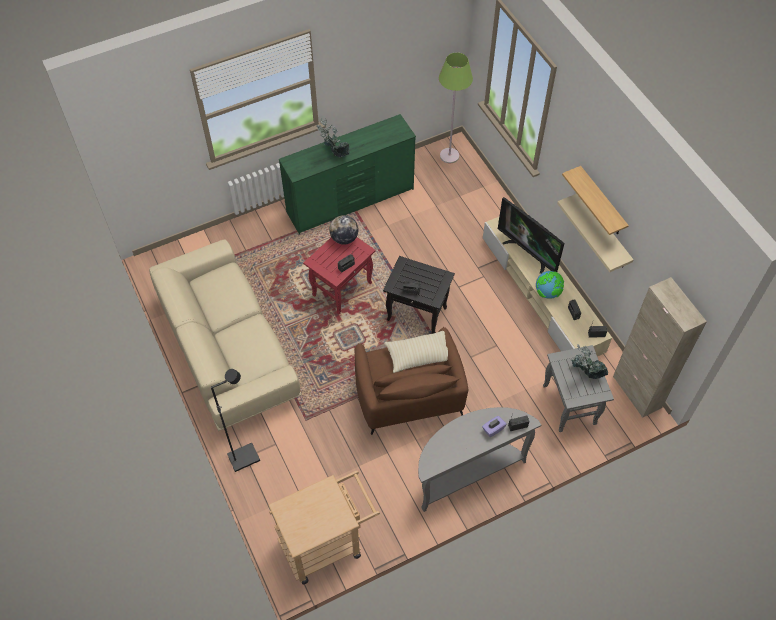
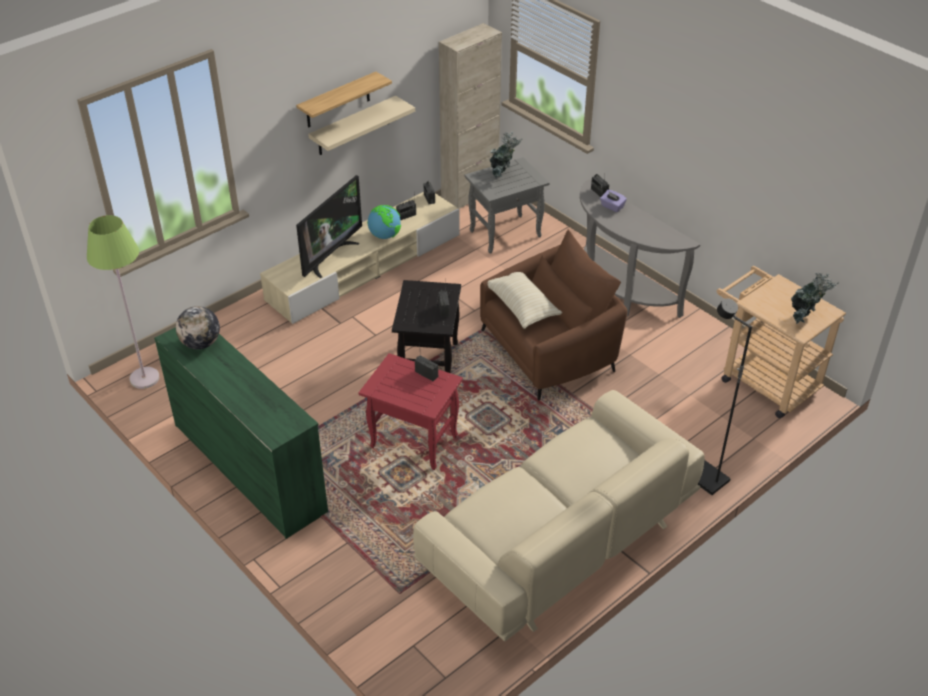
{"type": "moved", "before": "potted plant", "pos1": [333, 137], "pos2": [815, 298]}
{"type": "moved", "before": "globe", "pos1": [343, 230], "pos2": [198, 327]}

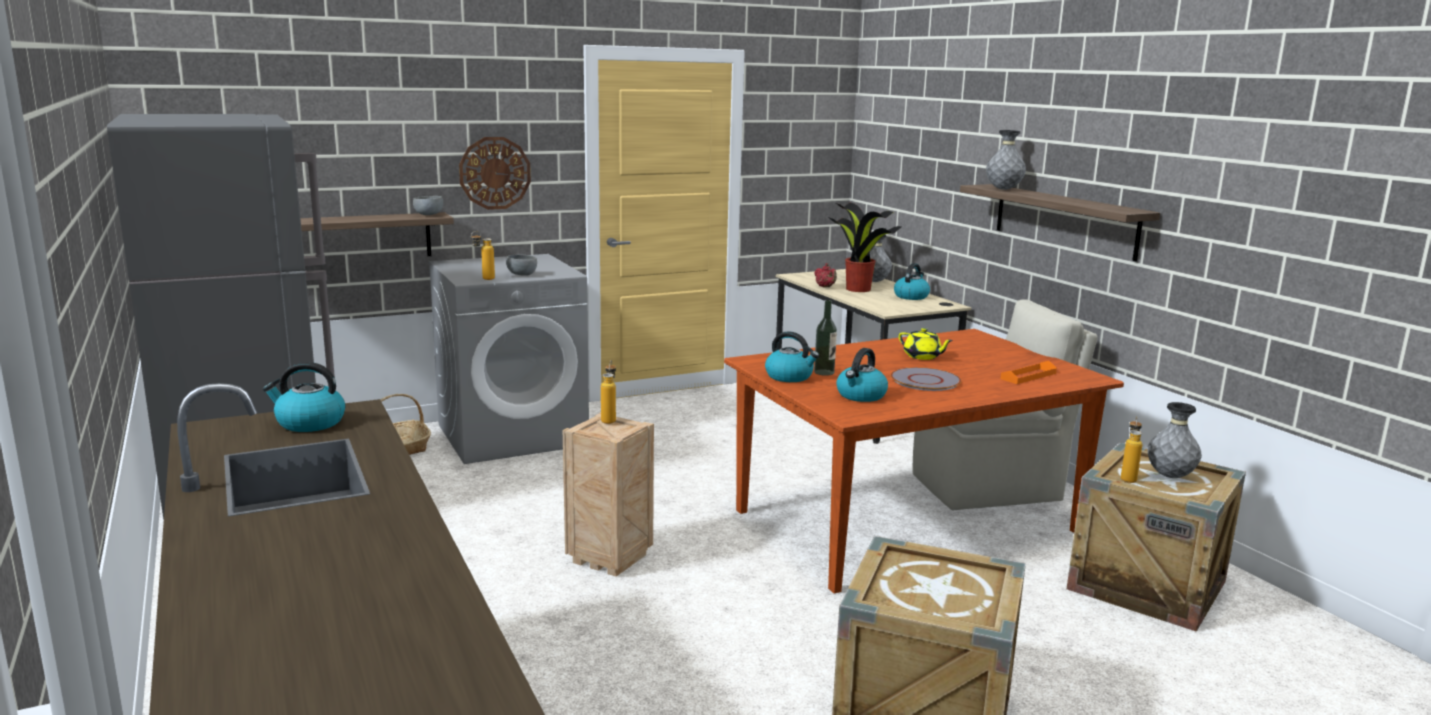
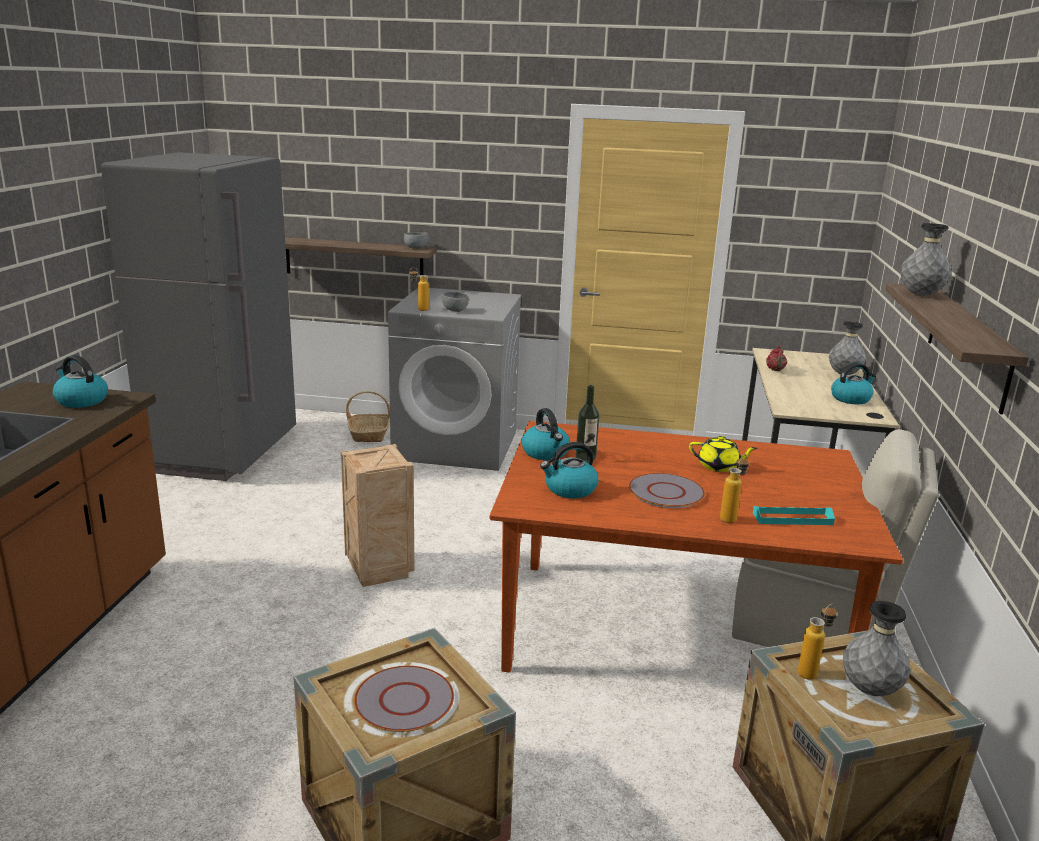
{"type": "removed", "before": "wall clock", "pos1": [495, 173]}
{"type": "removed", "before": "potted plant", "pos1": [864, 247]}
{"type": "turned", "before": "yellow teapot", "pos1": [925, 344], "pos2": [723, 454], "turn": -60}
{"type": "moved", "before": "bottle", "pos1": [608, 392], "pos2": [734, 488]}
{"type": "recoloured", "before": "orange tray", "after": "turquoise tray", "pos1": [1028, 372], "pos2": [794, 515]}
{"type": "added", "after": "grey plate", "pos2": [404, 699]}

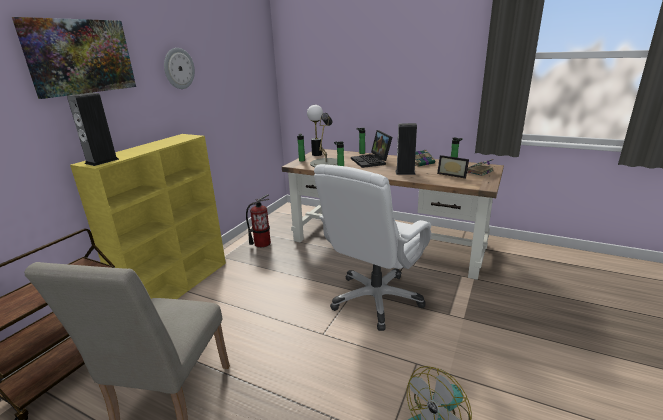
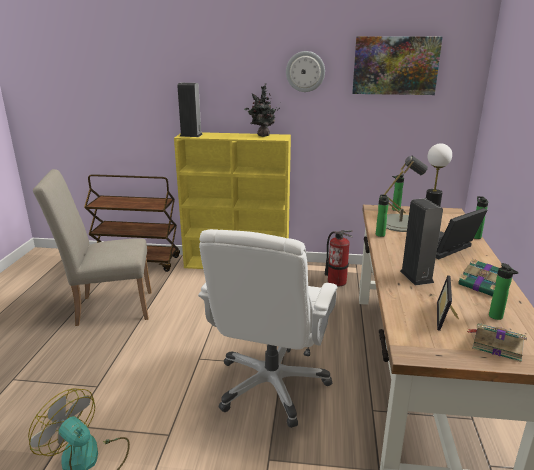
{"type": "moved", "before": "picture", "pos1": [74, 58], "pos2": [397, 65]}
{"type": "turned", "before": "white office chair", "pos1": [372, 247], "pos2": [267, 328], "turn": -90}
{"type": "added", "after": "potted plant", "pos2": [262, 110]}

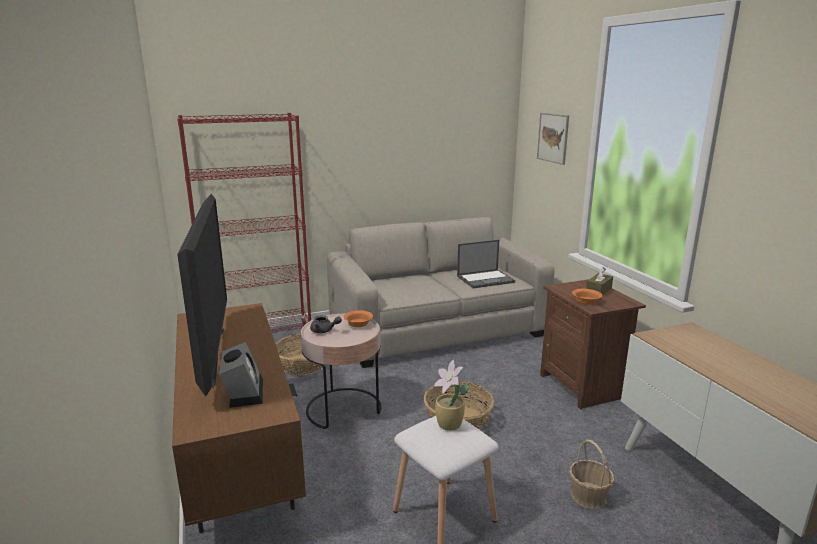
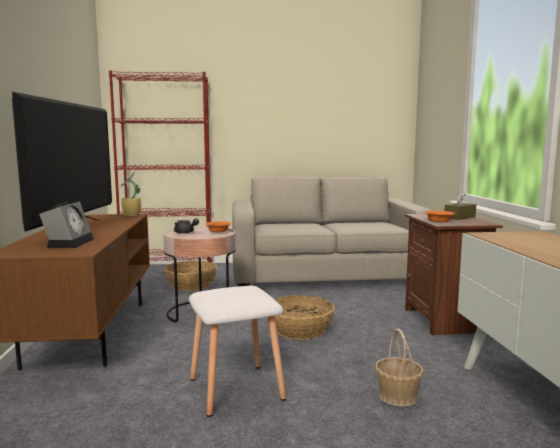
{"type": "removed", "before": "picture", "pos1": [553, 138]}
{"type": "removed", "before": "laptop", "pos1": [486, 264]}
{"type": "moved", "before": "potted plant", "pos1": [451, 395], "pos2": [130, 194]}

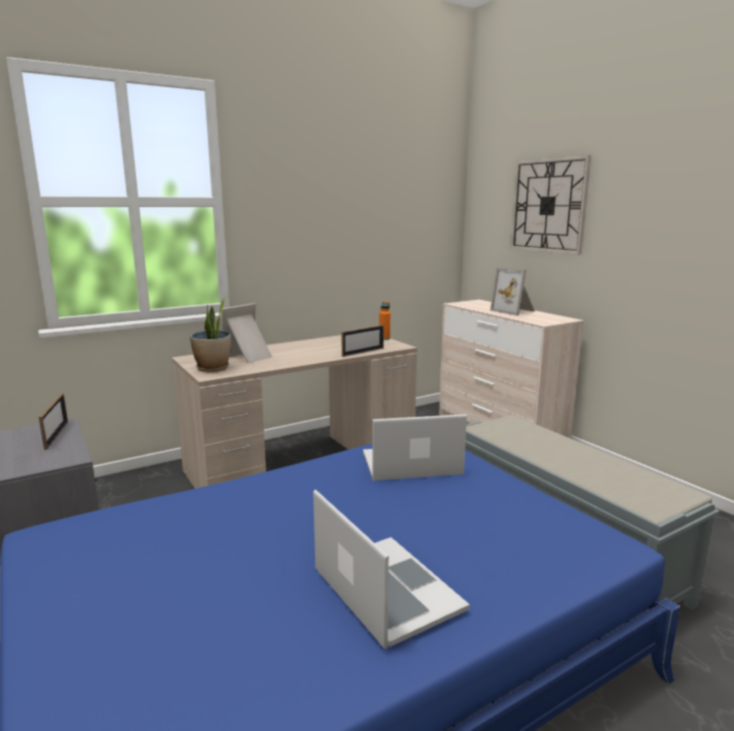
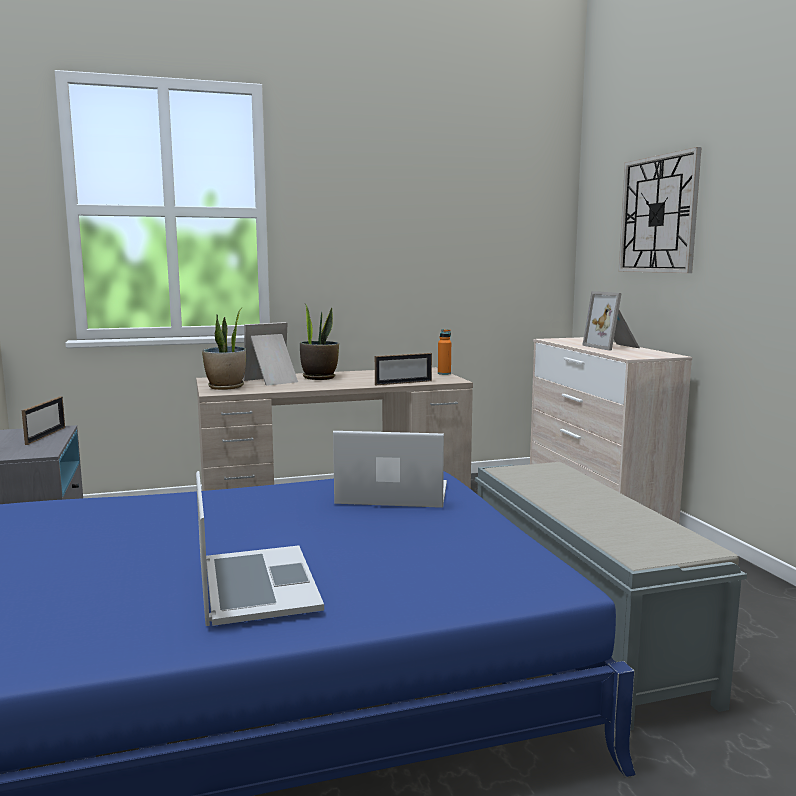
{"type": "added", "after": "potted plant", "pos2": [319, 342]}

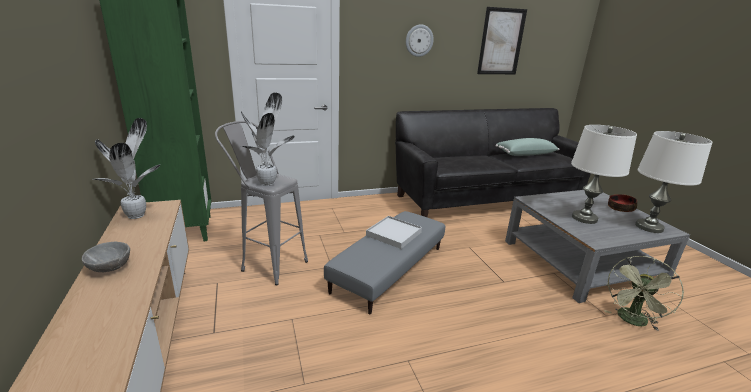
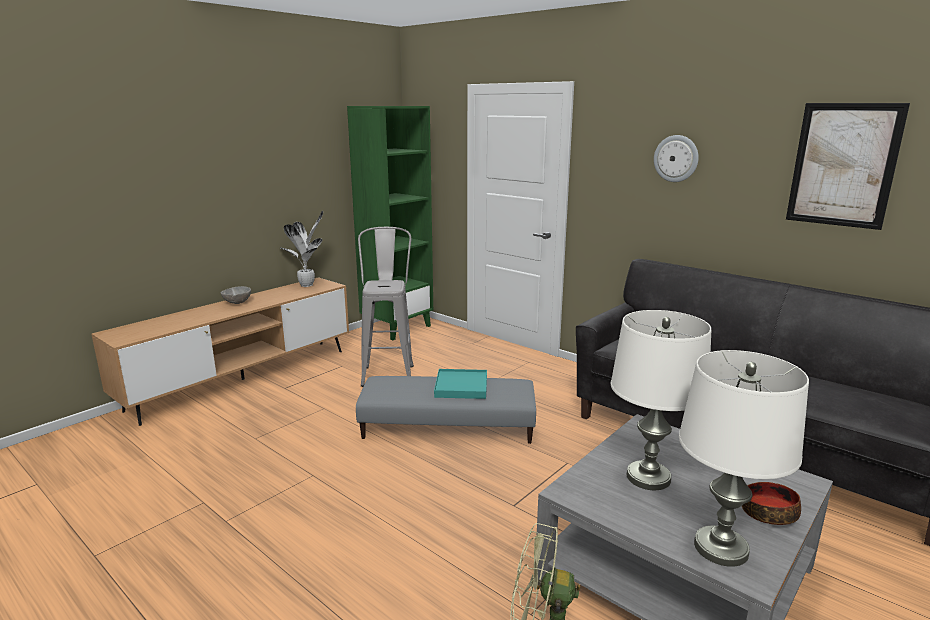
{"type": "removed", "before": "potted plant", "pos1": [267, 139]}
{"type": "removed", "before": "green pillow", "pos1": [527, 147]}
{"type": "recoloured", "before": "white tray", "after": "turquoise tray", "pos1": [394, 232], "pos2": [460, 384]}

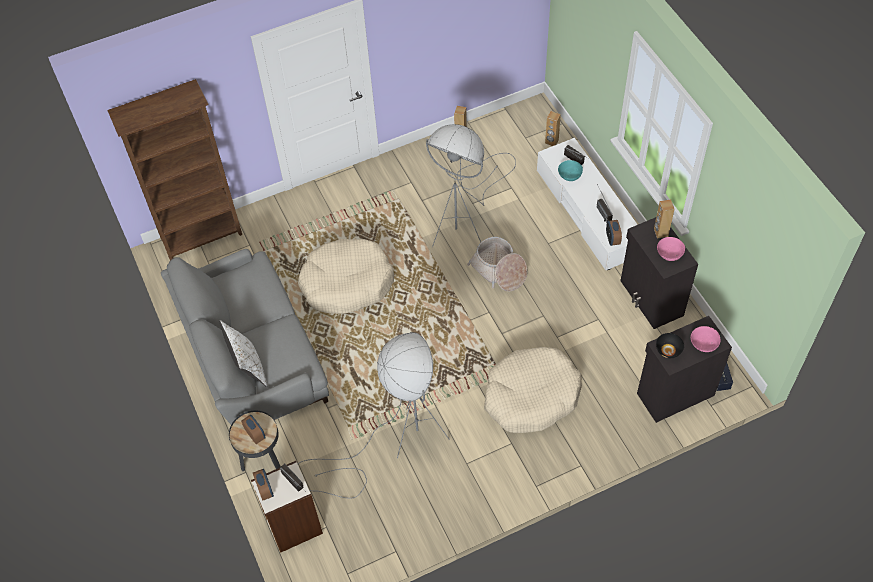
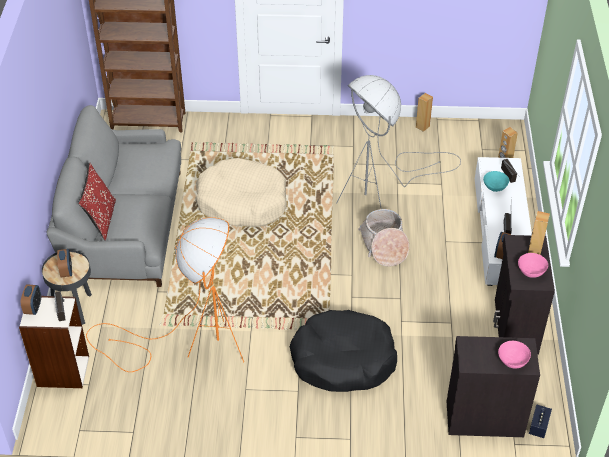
{"type": "recoloured", "before": "white pillow", "after": "red pillow", "pos1": [243, 353], "pos2": [97, 201]}
{"type": "recoloured", "before": "grey floor lamp", "after": "orange floor lamp", "pos1": [374, 415], "pos2": [165, 294]}
{"type": "removed", "before": "black bowl", "pos1": [670, 345]}
{"type": "recoloured", "before": "beige dog bed", "after": "black dog bed", "pos1": [533, 390], "pos2": [343, 351]}

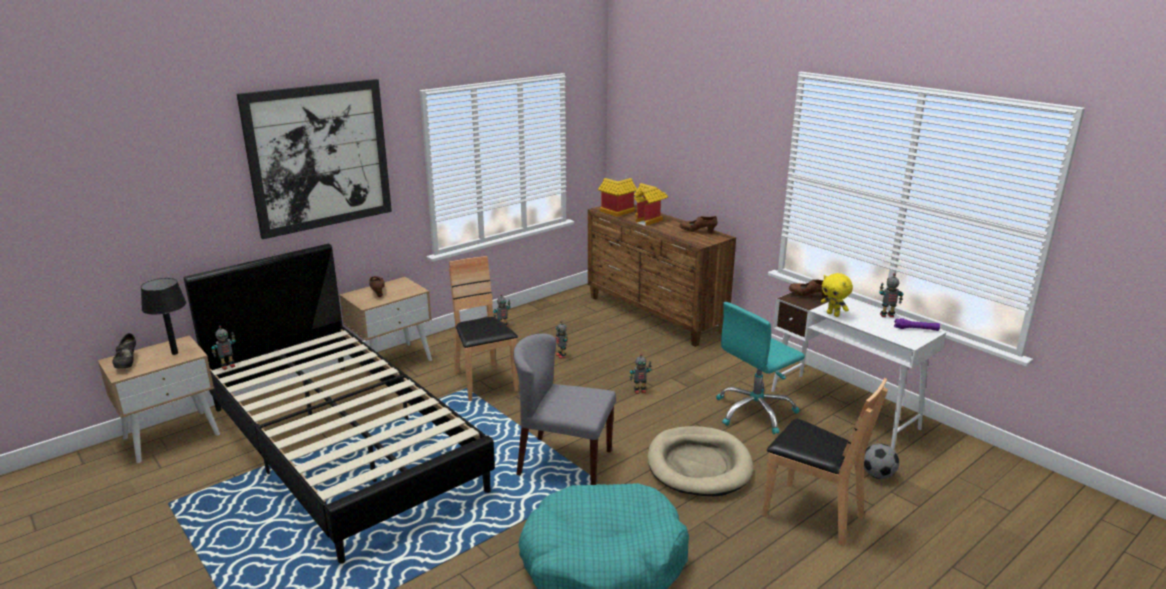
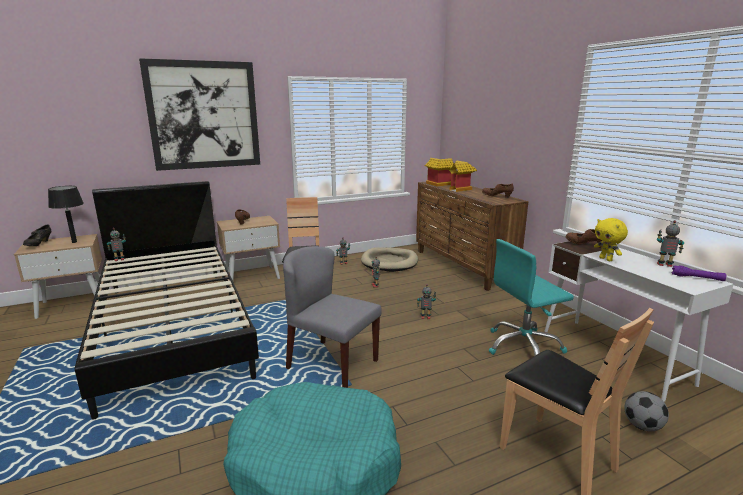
{"type": "moved", "before": "beige dog bed", "pos1": [700, 461], "pos2": [389, 259]}

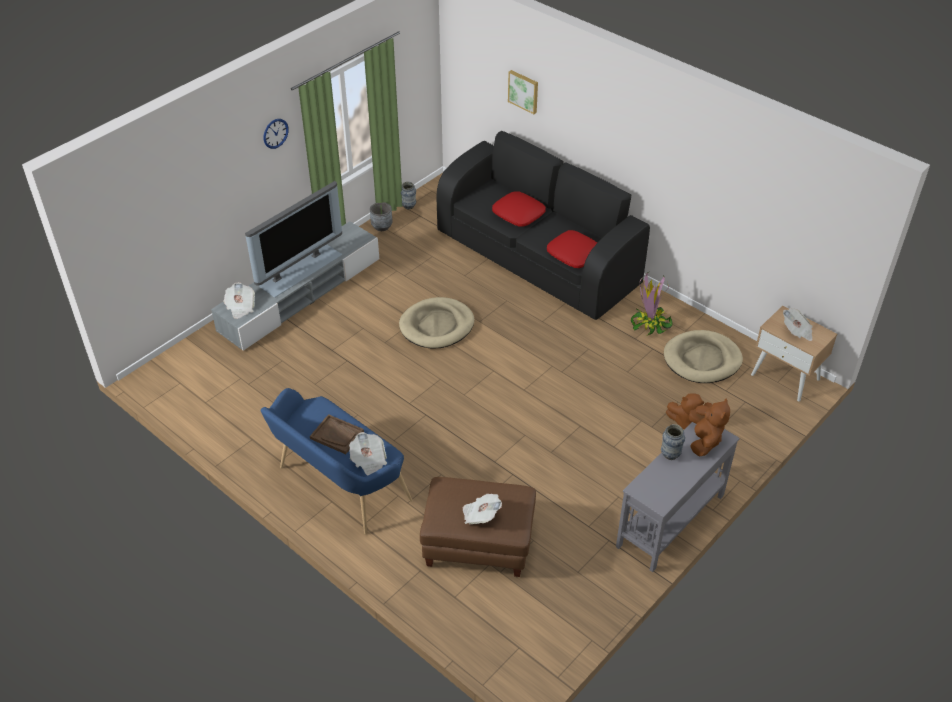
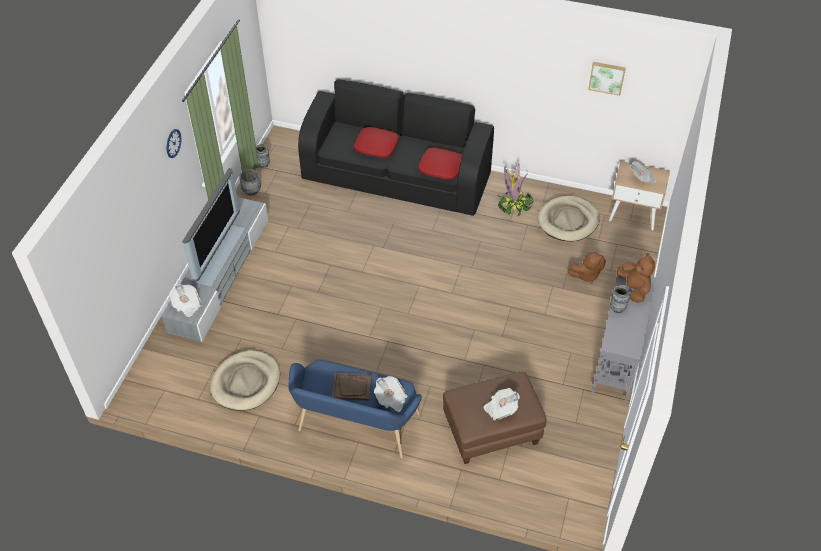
{"type": "moved", "before": "picture", "pos1": [523, 92], "pos2": [607, 79]}
{"type": "moved", "before": "beige dog bed", "pos1": [437, 322], "pos2": [245, 380]}

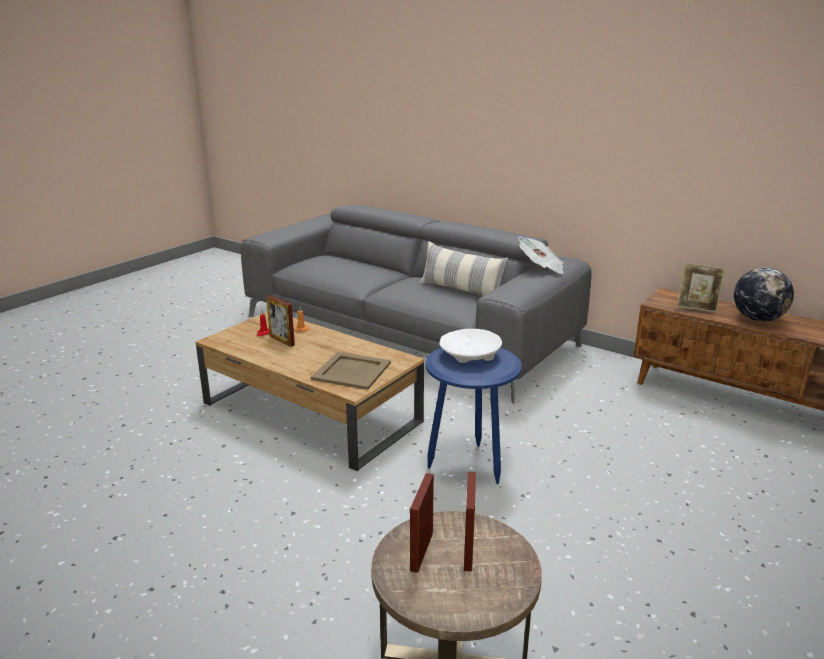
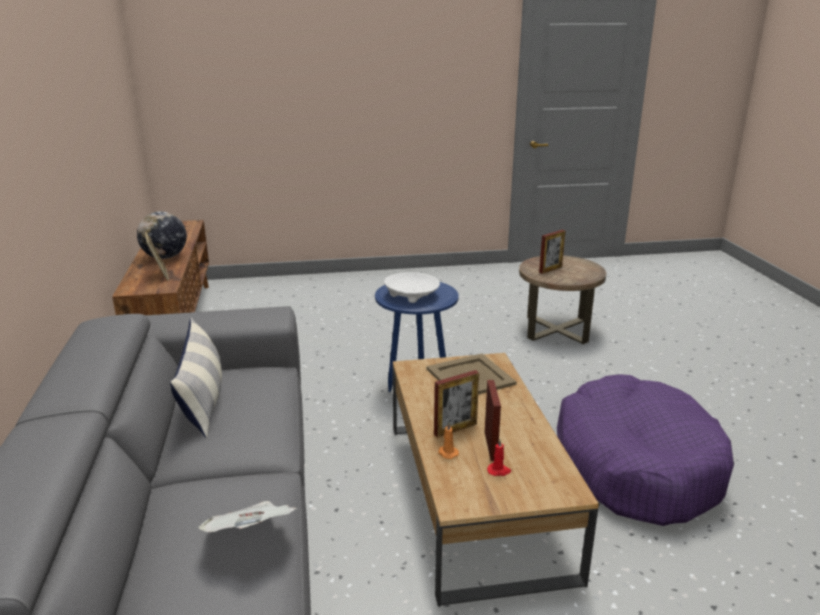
{"type": "moved", "before": "newspaper", "pos1": [541, 255], "pos2": [247, 516]}
{"type": "moved", "before": "picture frame", "pos1": [422, 523], "pos2": [456, 403]}
{"type": "added", "after": "purple dog bed", "pos2": [645, 450]}

